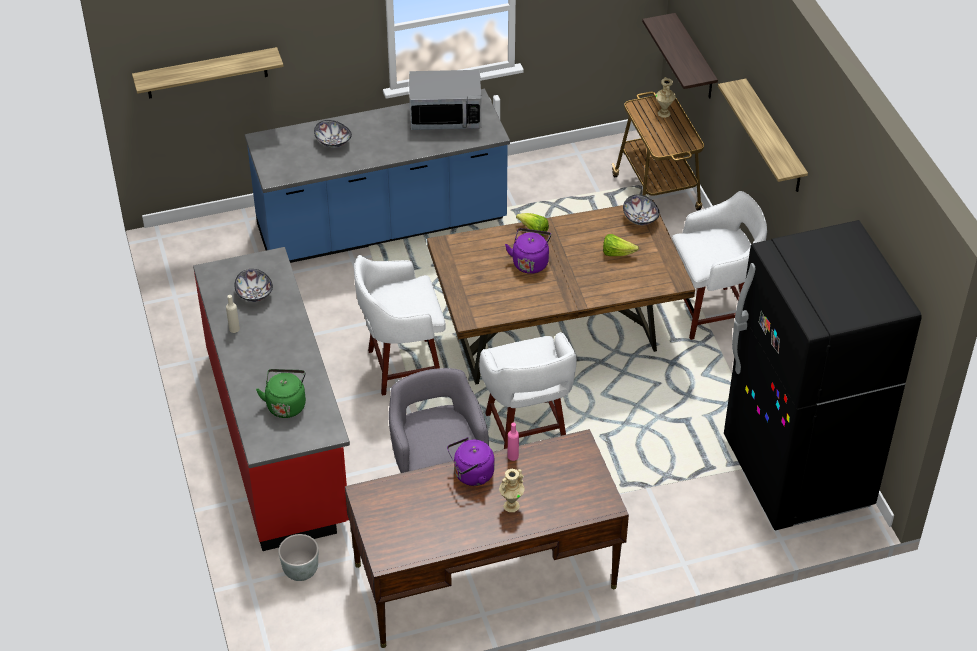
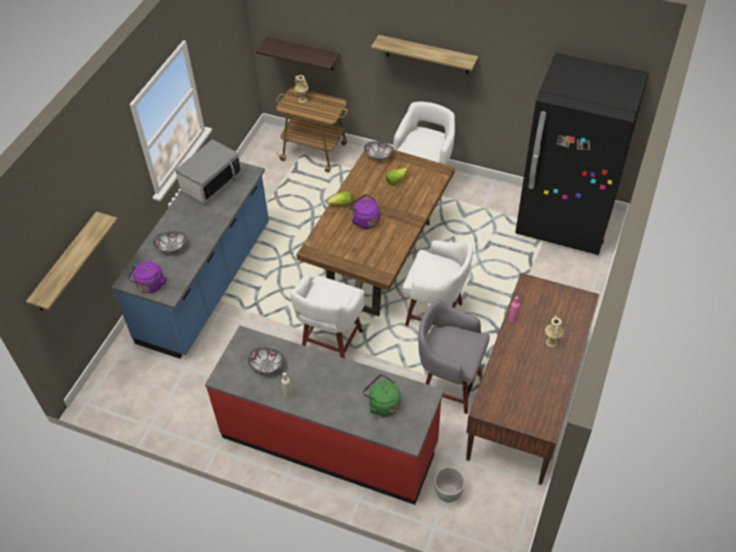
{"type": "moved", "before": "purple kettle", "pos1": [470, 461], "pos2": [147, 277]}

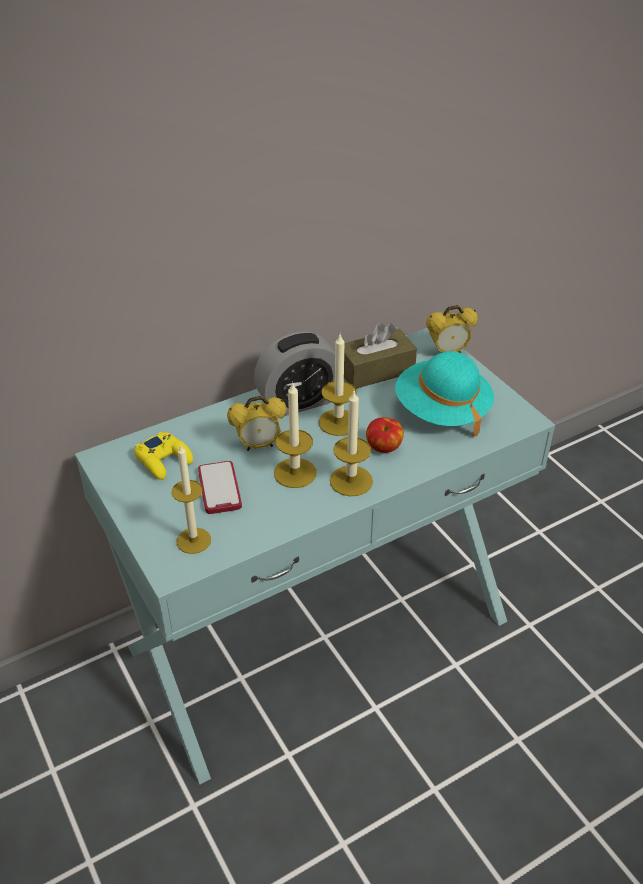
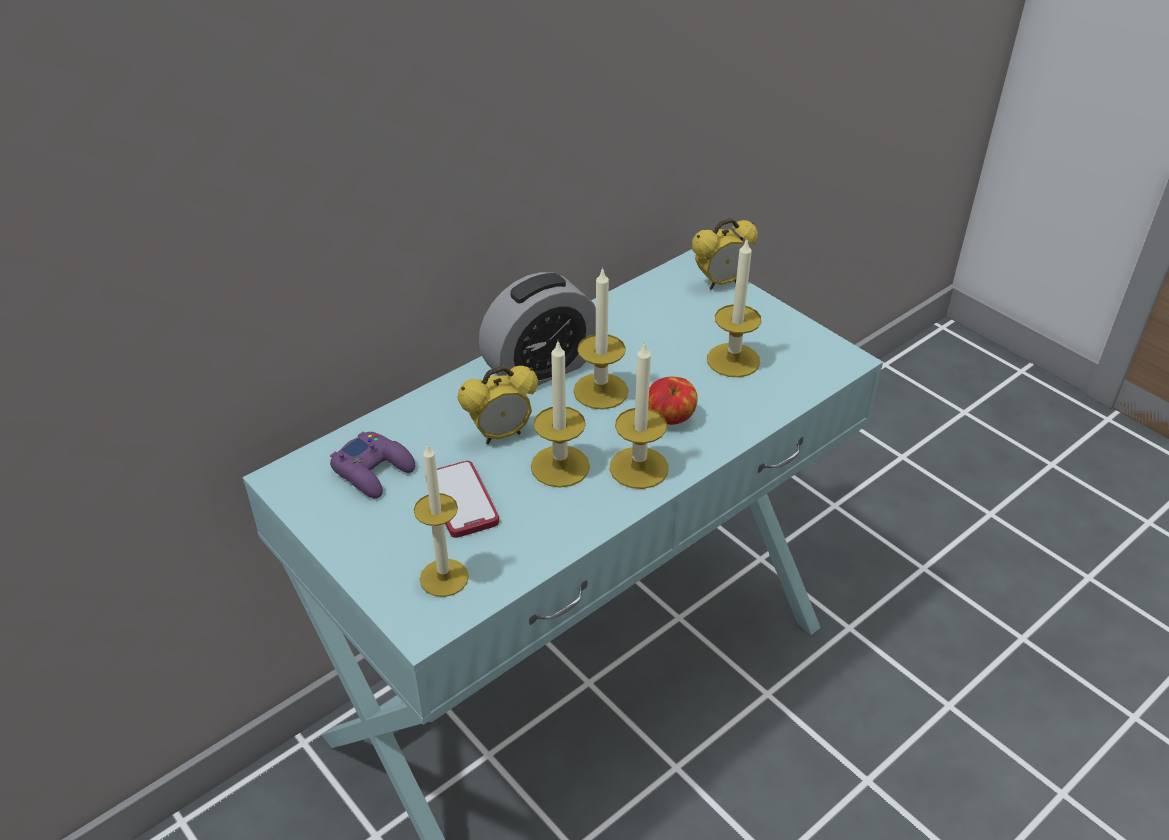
{"type": "removed", "before": "brown tissue box", "pos1": [380, 356]}
{"type": "replaced", "before": "turquoise hat", "after": "candle", "pos1": [444, 393], "pos2": [734, 308]}
{"type": "recoloured", "before": "yellow game controller", "after": "purple game controller", "pos1": [163, 456], "pos2": [372, 465]}

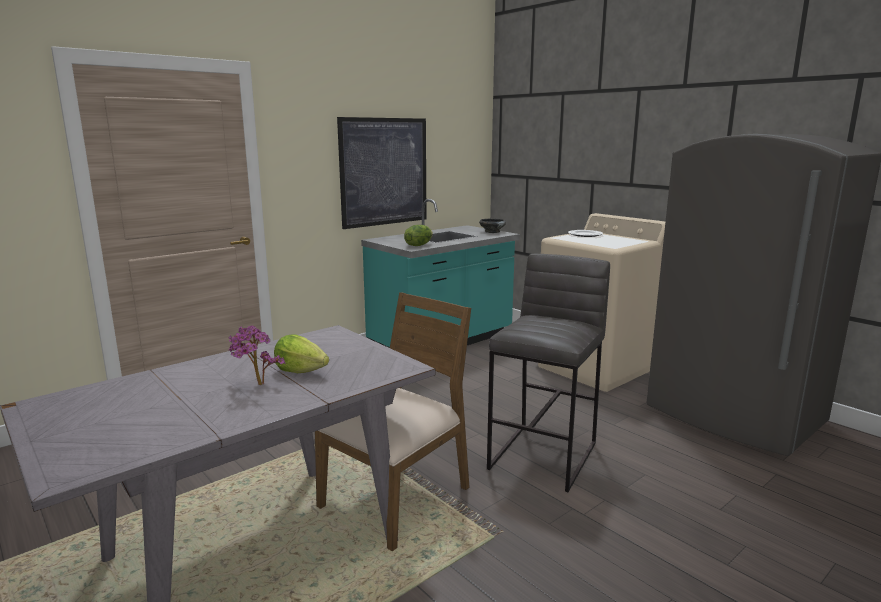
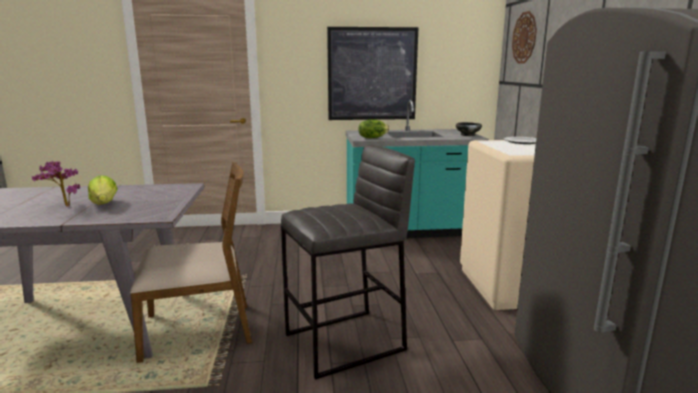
{"type": "added", "after": "wall clock", "pos2": [524, 37]}

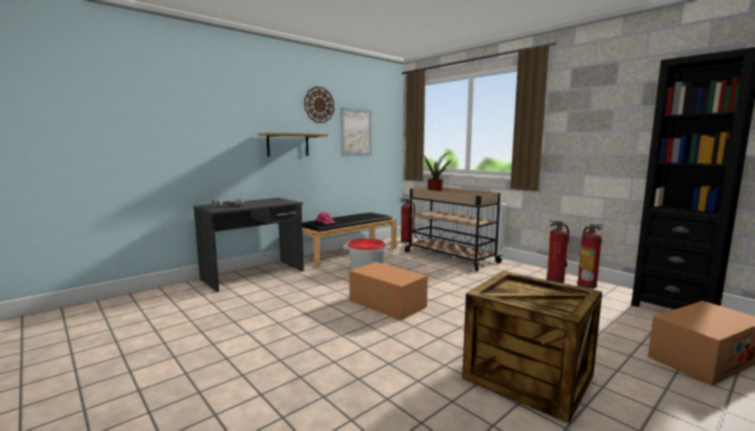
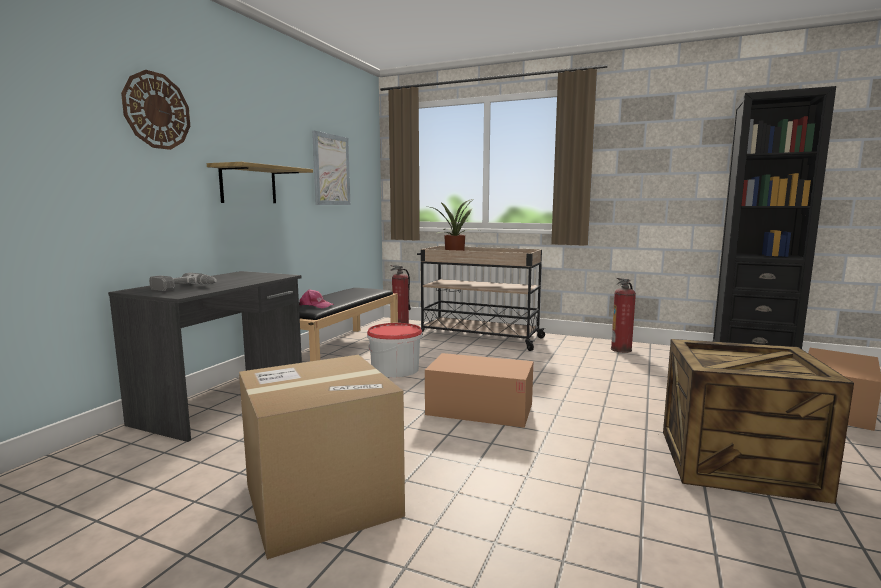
{"type": "moved", "before": "wall clock", "pos1": [319, 105], "pos2": [155, 110]}
{"type": "removed", "before": "fire extinguisher", "pos1": [590, 256]}
{"type": "added", "after": "cardboard box", "pos2": [322, 457]}

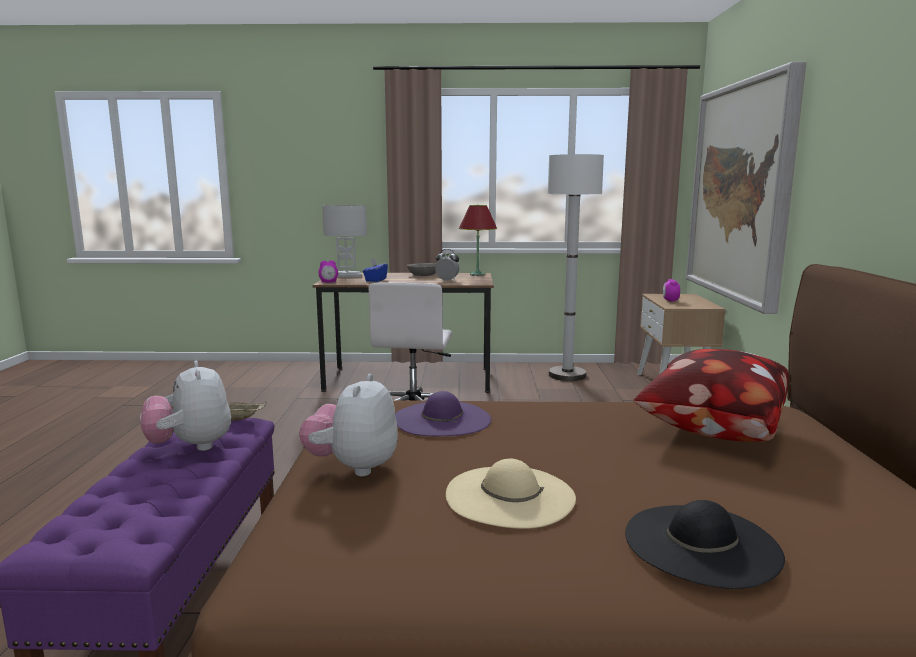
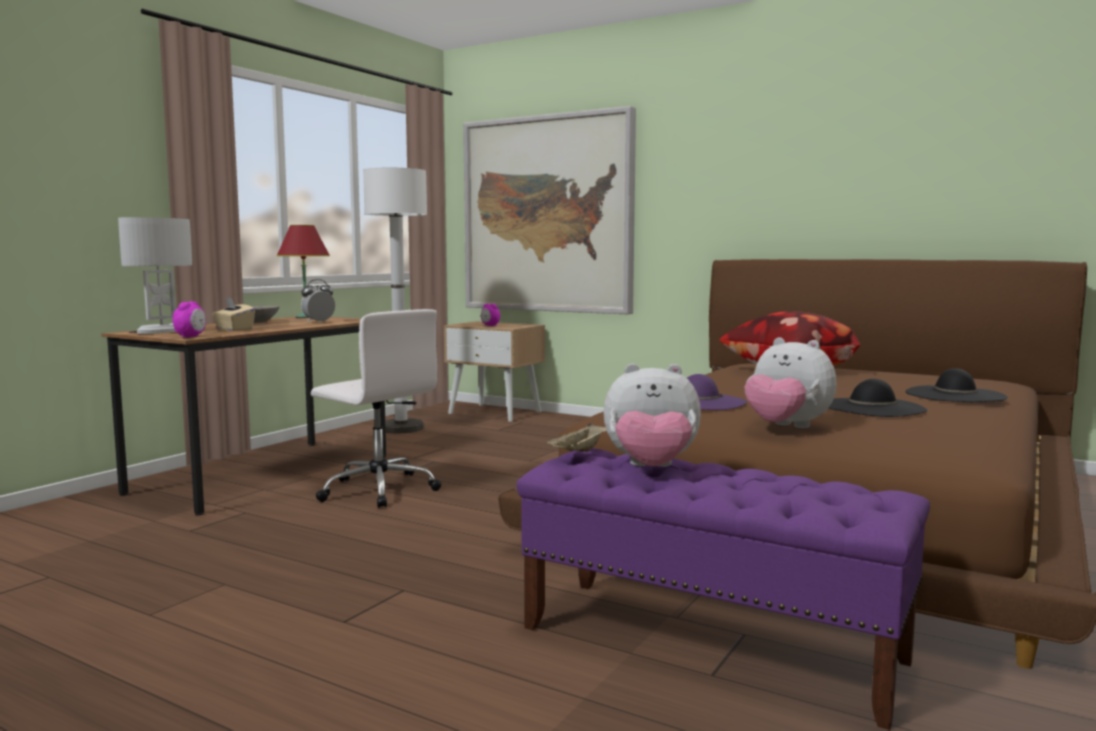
{"type": "recoloured", "before": "blue tissue box", "after": "beige tissue box", "pos1": [375, 270], "pos2": [233, 314]}
{"type": "recoloured", "before": "beige hat", "after": "black hat", "pos1": [511, 494], "pos2": [877, 398]}

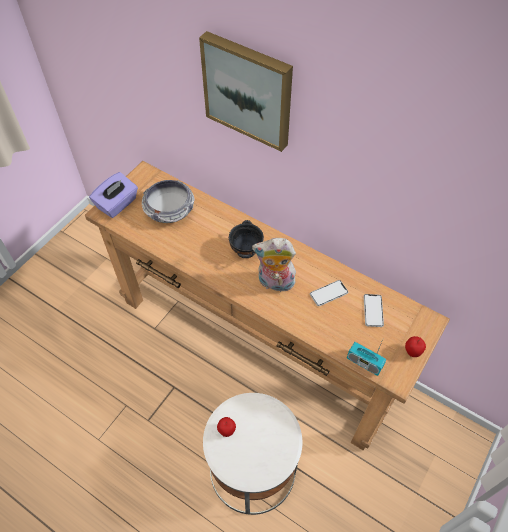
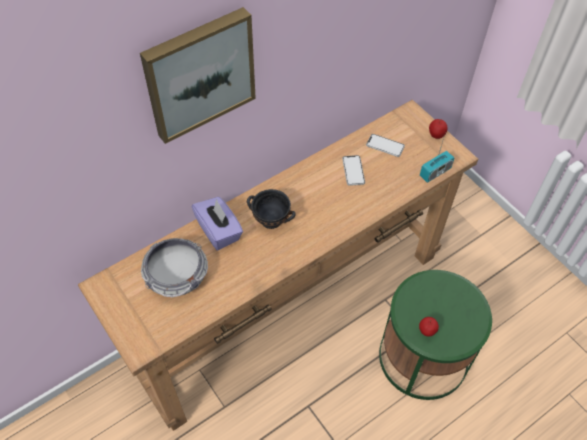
{"type": "moved", "before": "purple tissue box", "pos1": [113, 195], "pos2": [217, 223]}
{"type": "removed", "before": "plush toy", "pos1": [274, 265]}
{"type": "recoloured", "before": "white side table", "after": "green side table", "pos1": [252, 454], "pos2": [435, 335]}

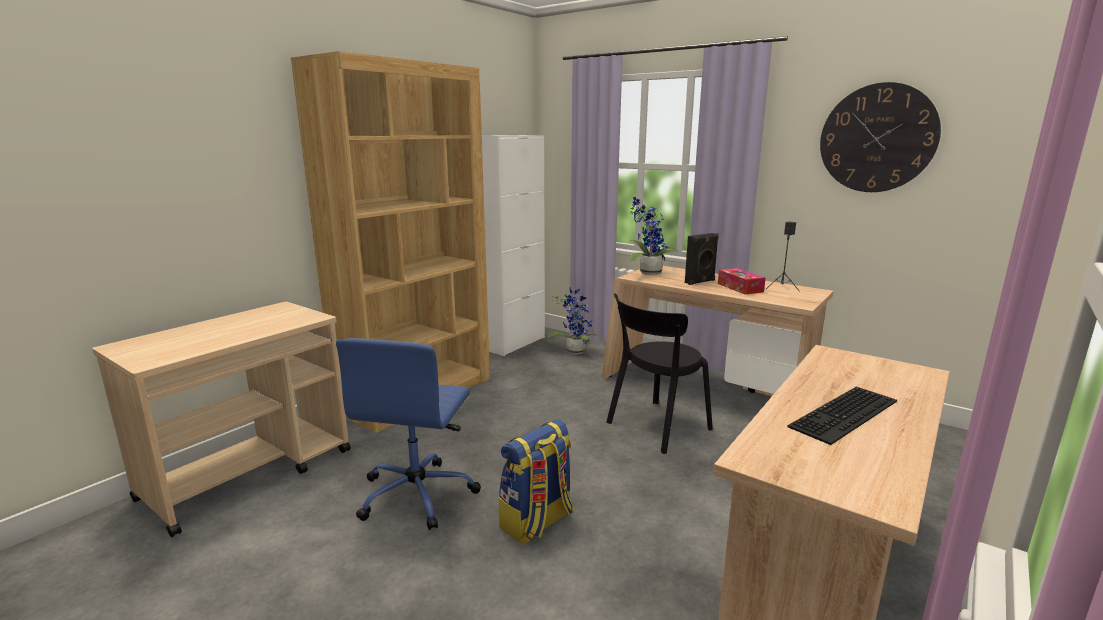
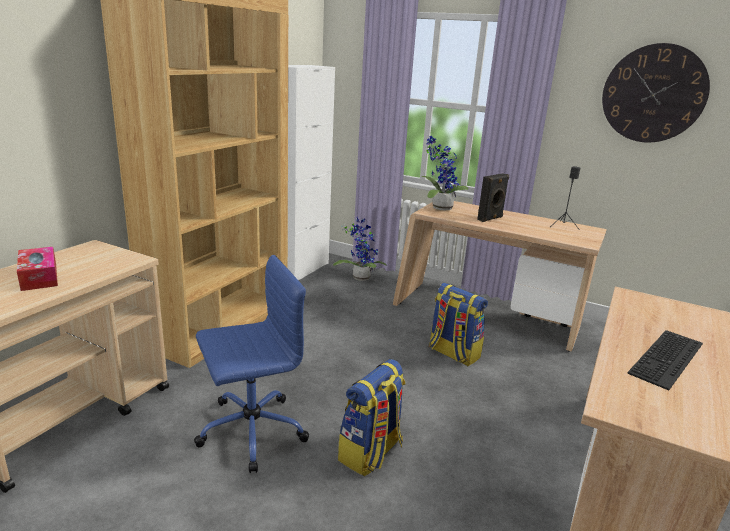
{"type": "moved", "before": "tissue box", "pos1": [742, 281], "pos2": [37, 269]}
{"type": "replaced", "before": "black chair", "after": "backpack", "pos1": [659, 373], "pos2": [458, 324]}
{"type": "turned", "before": "blue office chair", "pos1": [408, 434], "pos2": [251, 364], "turn": -120}

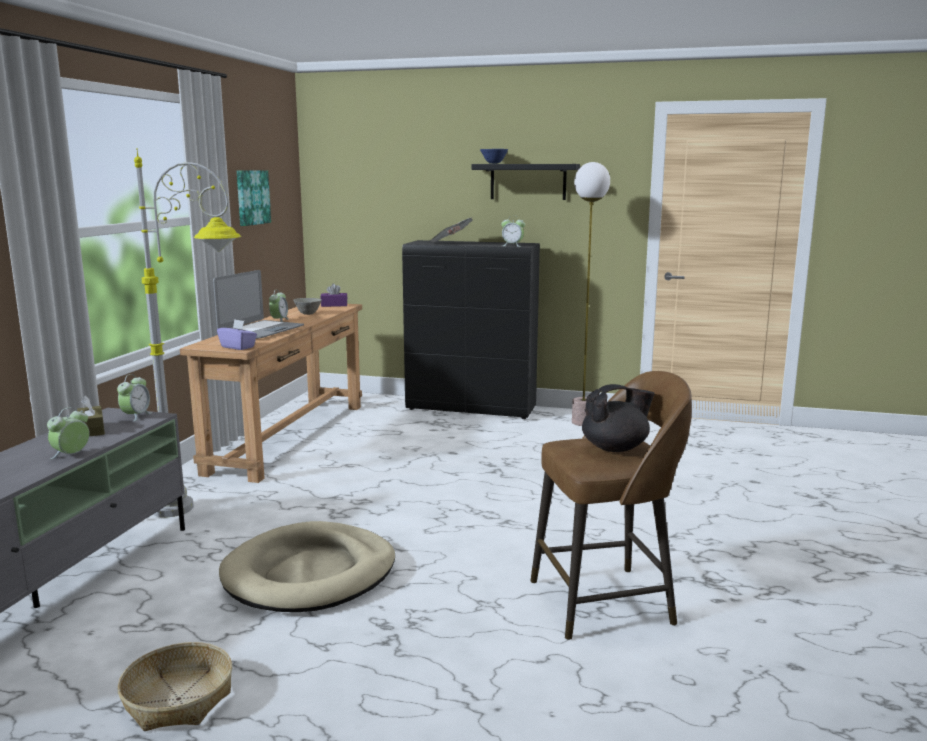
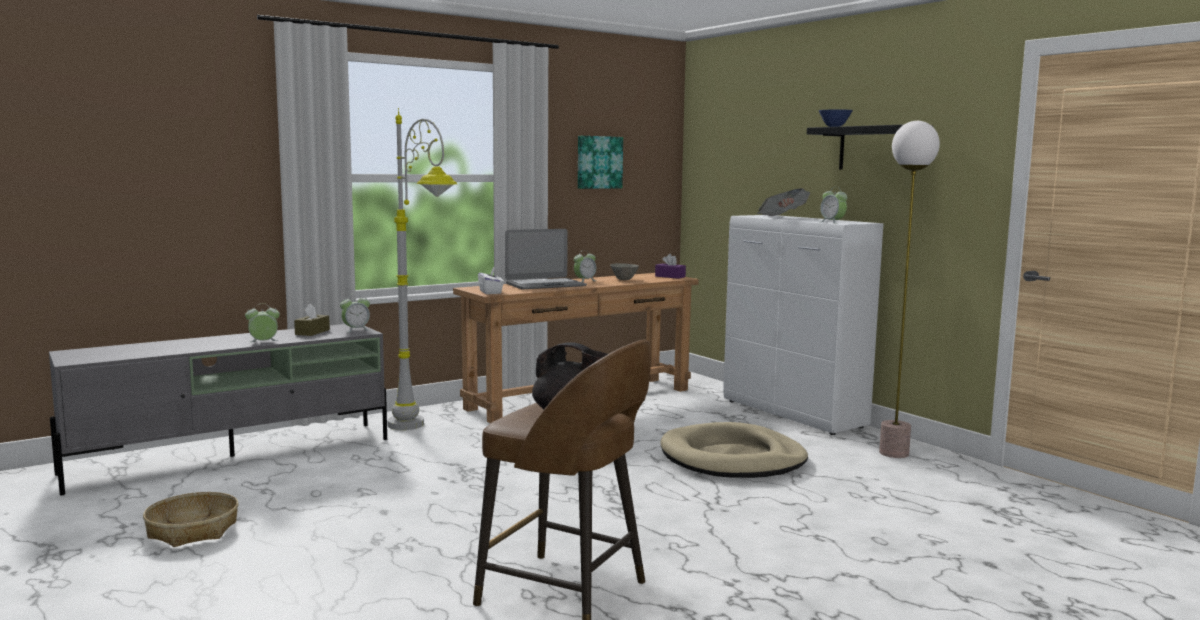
{"type": "recoloured", "before": "black cabinet", "after": "white cabinet", "pos1": [471, 329], "pos2": [803, 325]}
{"type": "recoloured", "before": "purple tissue box", "after": "white tissue box", "pos1": [237, 334], "pos2": [491, 280]}
{"type": "moved", "before": "beige dog bed", "pos1": [307, 566], "pos2": [734, 450]}

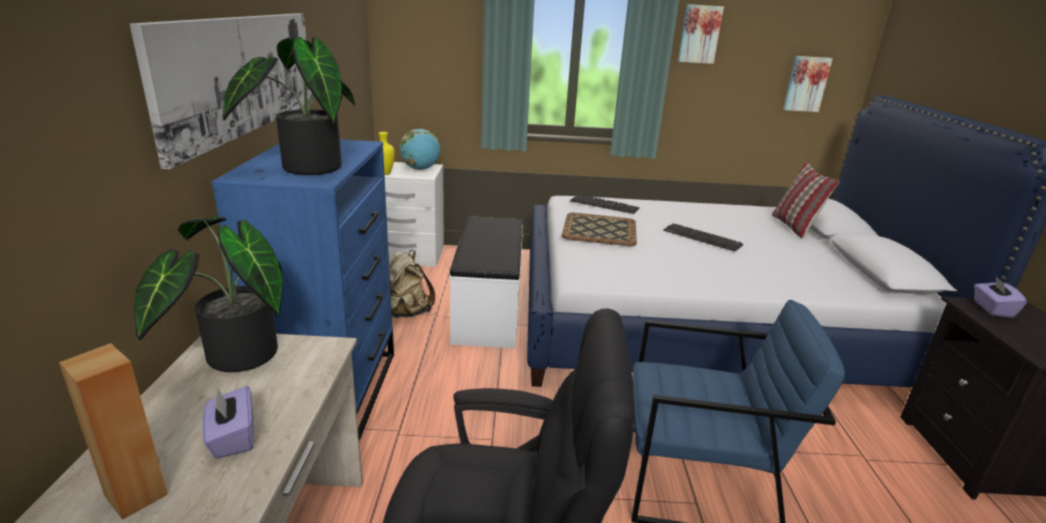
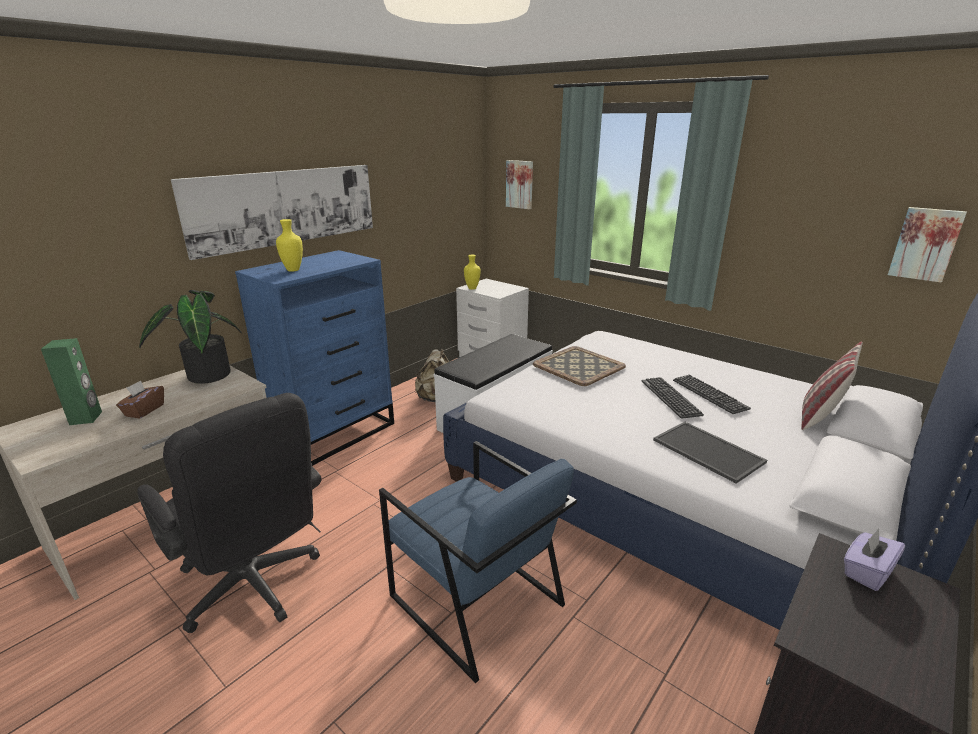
{"type": "moved", "before": "picture", "pos1": [701, 34], "pos2": [519, 184]}
{"type": "replaced", "before": "potted plant", "after": "yellow vase", "pos1": [288, 106], "pos2": [289, 245]}
{"type": "removed", "before": "globe", "pos1": [420, 149]}
{"type": "moved", "before": "keyboard", "pos1": [604, 204], "pos2": [712, 394]}
{"type": "recoloured", "before": "brown speaker", "after": "green speaker", "pos1": [113, 431], "pos2": [71, 381]}
{"type": "recoloured", "before": "purple tissue box", "after": "brown tissue box", "pos1": [228, 422], "pos2": [140, 399]}
{"type": "added", "after": "tray", "pos2": [710, 453]}

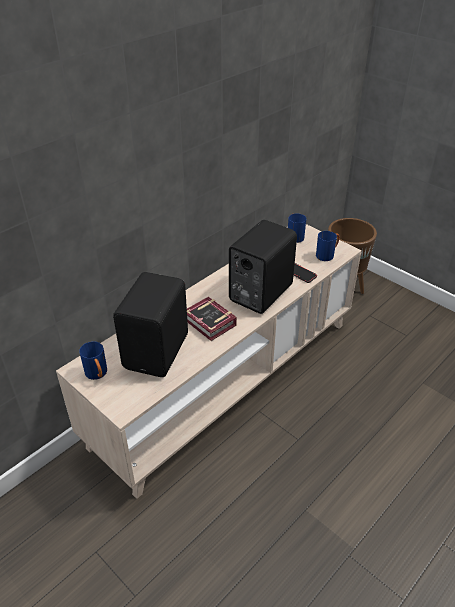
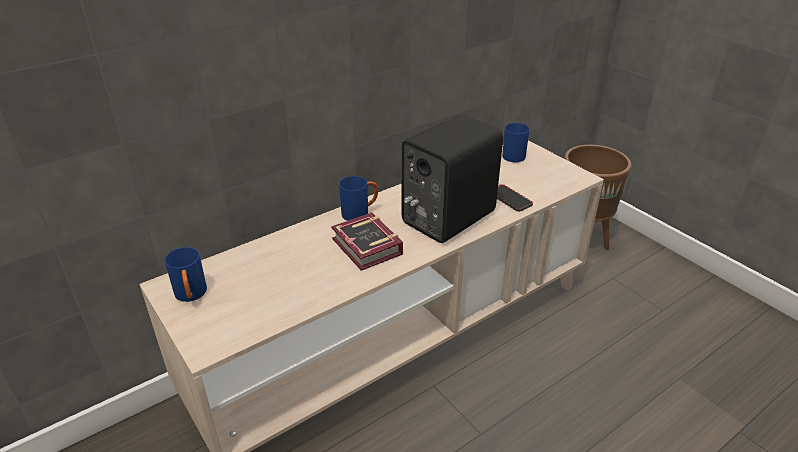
{"type": "moved", "before": "blue mug", "pos1": [328, 246], "pos2": [358, 198]}
{"type": "removed", "before": "black speaker", "pos1": [150, 324]}

